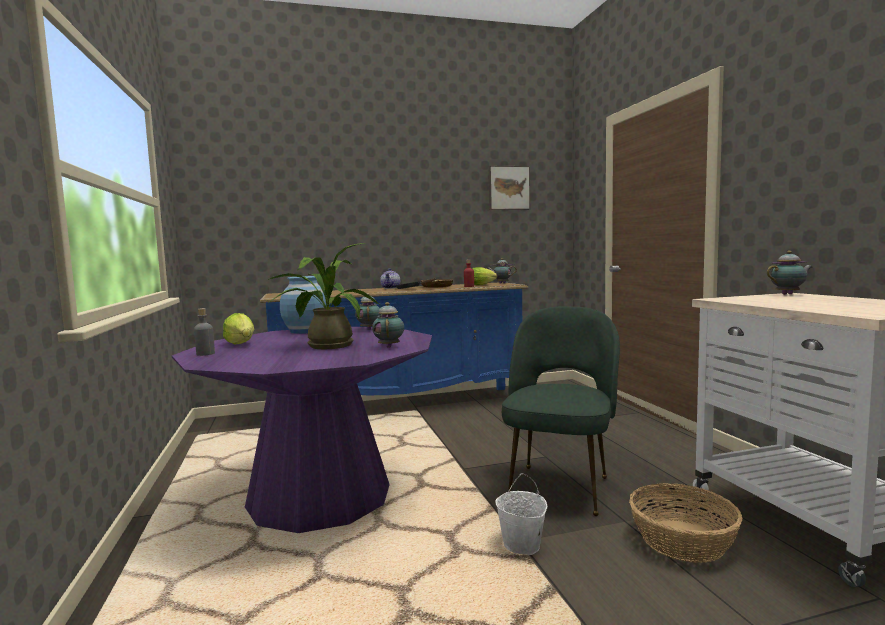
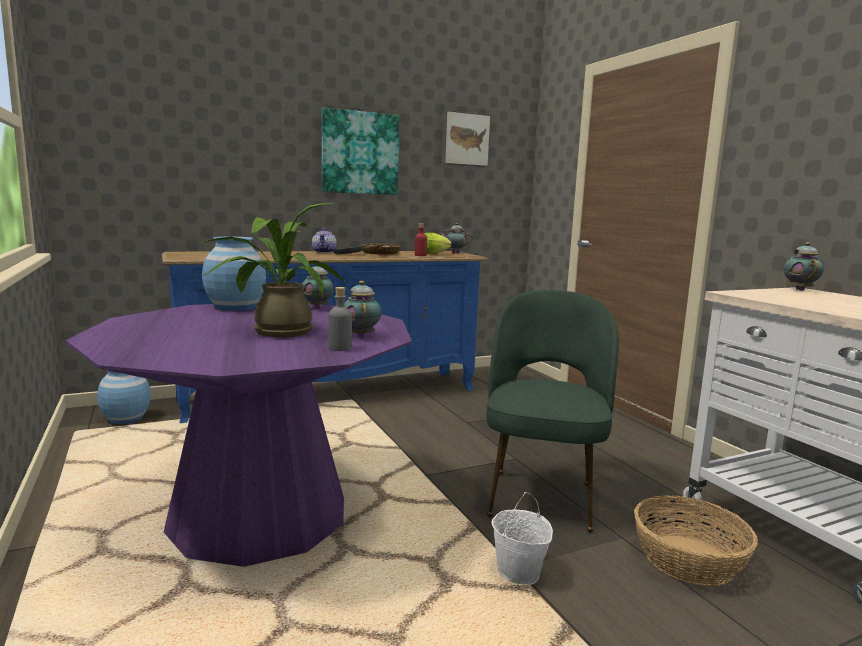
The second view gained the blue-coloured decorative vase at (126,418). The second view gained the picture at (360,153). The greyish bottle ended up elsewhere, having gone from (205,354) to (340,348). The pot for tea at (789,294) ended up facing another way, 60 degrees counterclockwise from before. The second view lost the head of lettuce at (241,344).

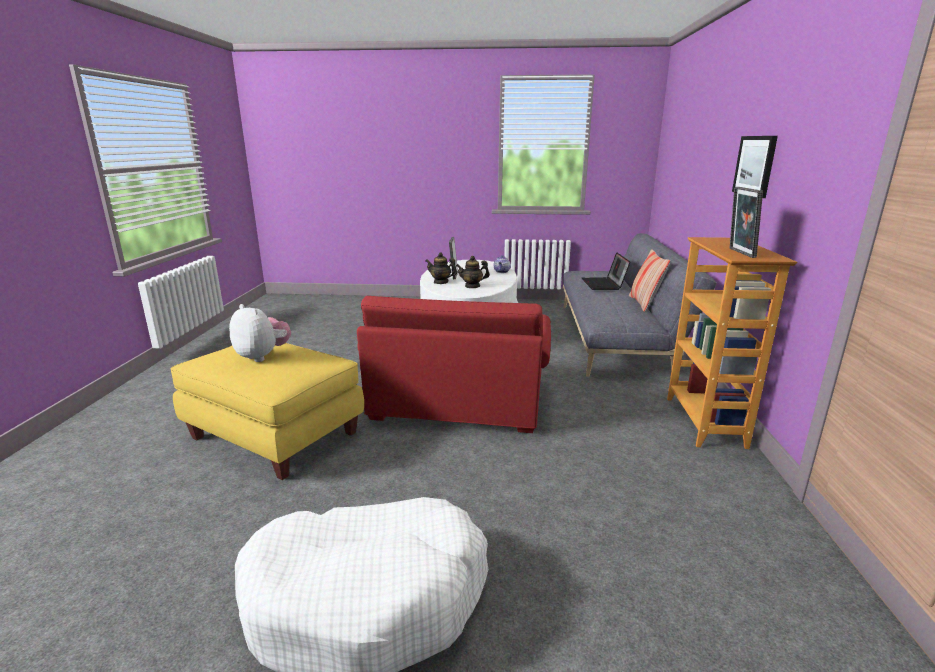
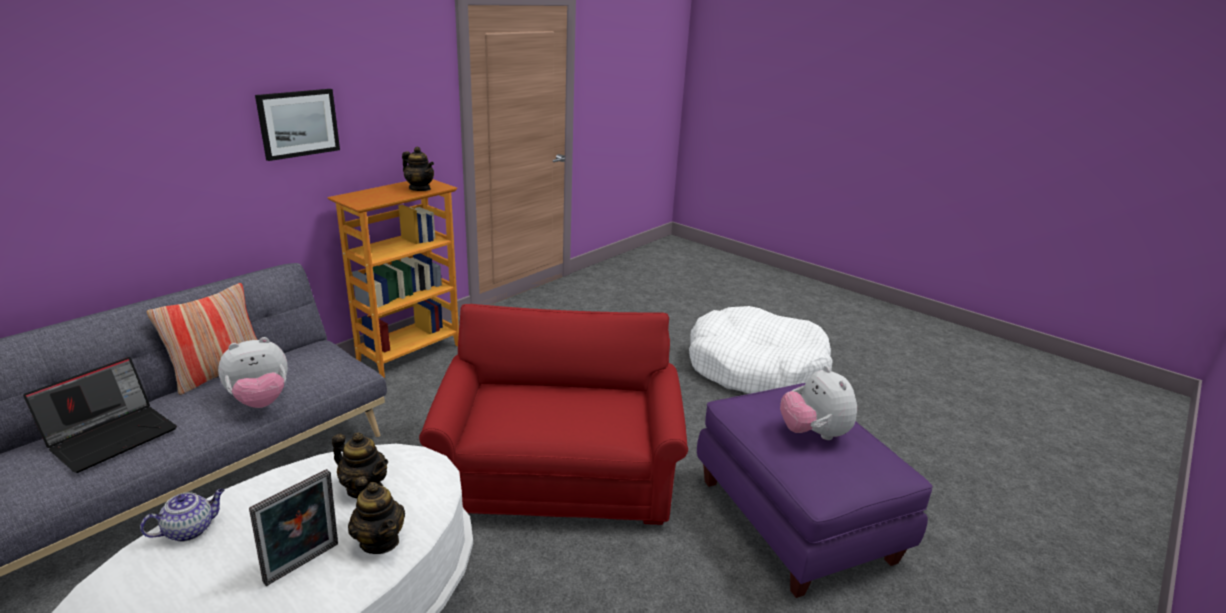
The second view gained the cuddly toy at (260,401). Where the standing frame stood at (739,253), the pot for tea came to stand at (420,189). The reddish easy chair at (458,400) ended up facing another way, 45 degrees counterclockwise from before. What was the yellowish ottoman at (274,435) turned into the purple ottoman at (796,520).

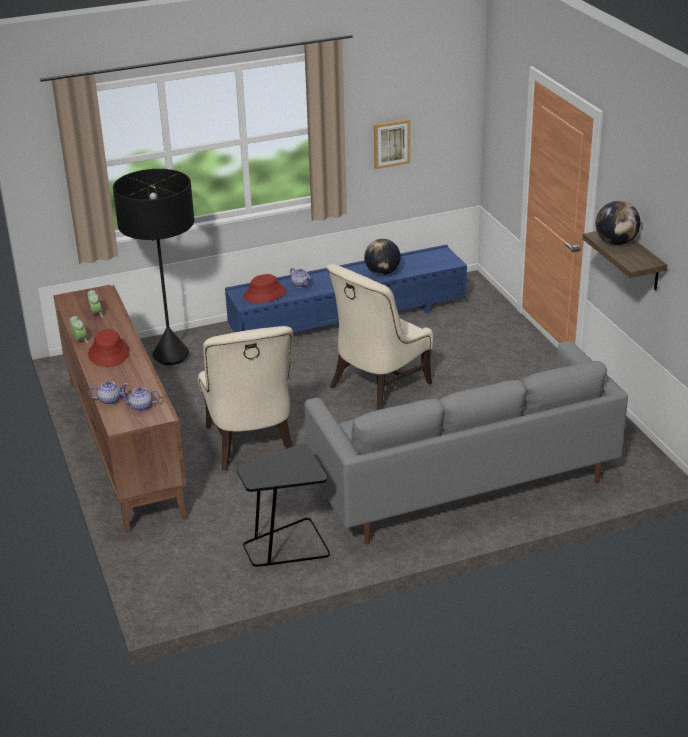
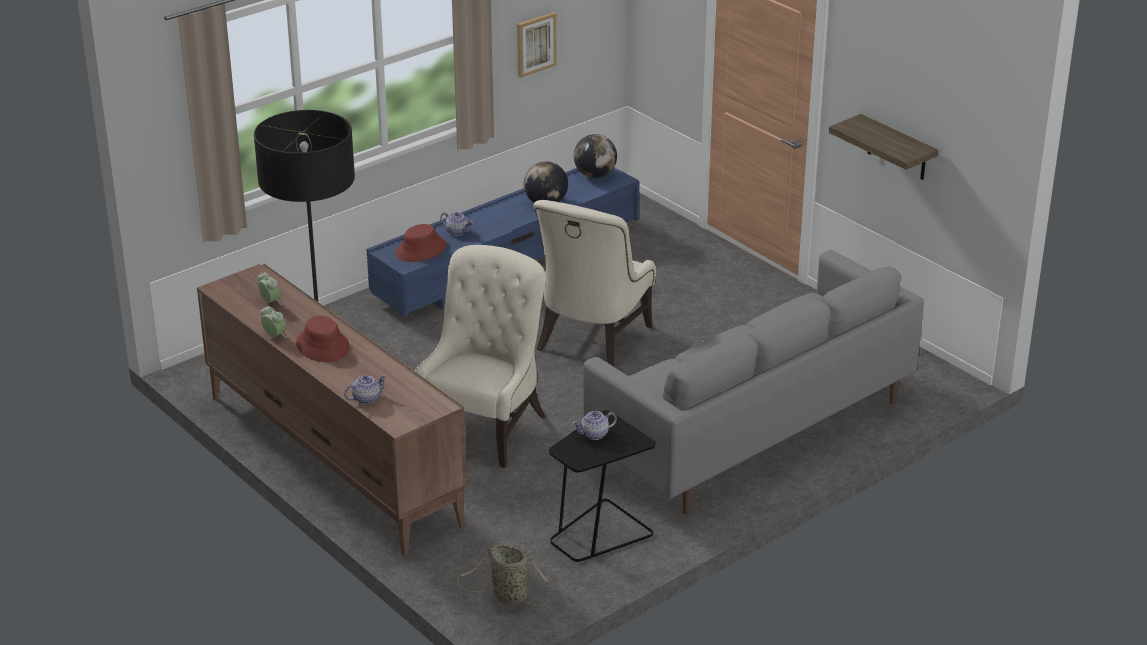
The sand-coloured easy chair at (252,443) ended up facing another way, 120 degrees counterclockwise from before. The second view gained the storage basket at (507,596). The pot for tea ended up elsewhere, having gone from (141,407) to (594,435). The globe ended up elsewhere, having gone from (616,242) to (595,175).

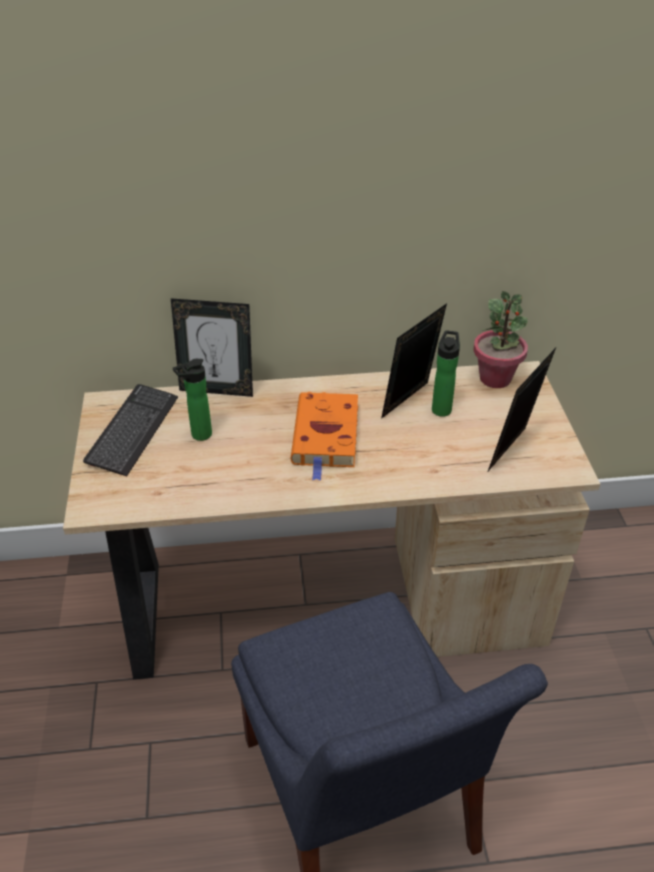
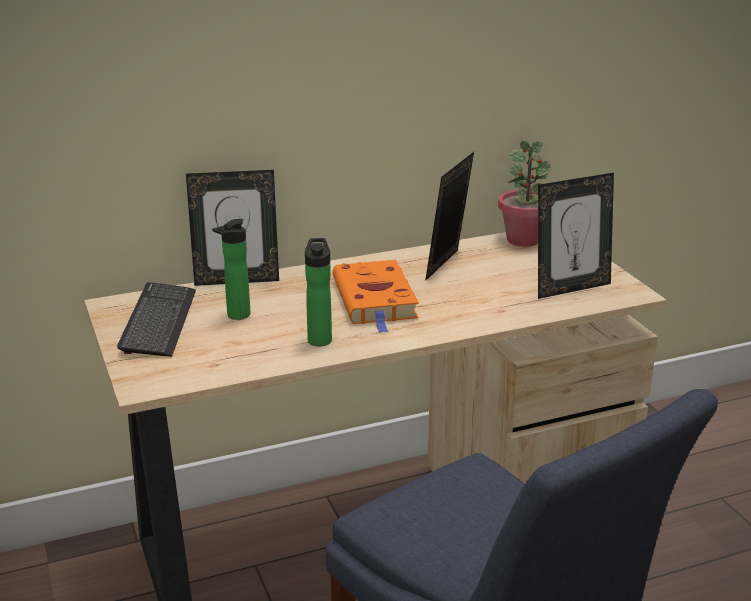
The bottle ended up elsewhere, having gone from (441,408) to (319,339). The standing frame at (513,452) ended up facing another way, 135 degrees counterclockwise from before.

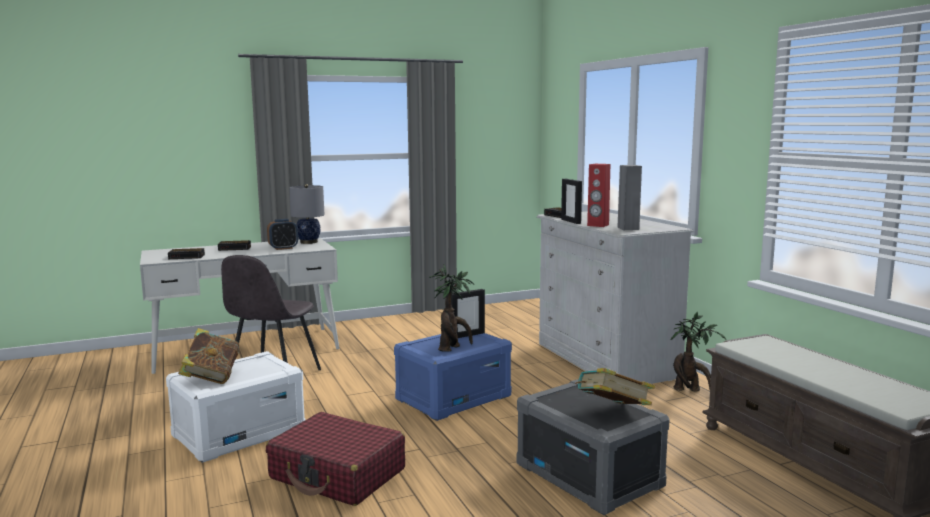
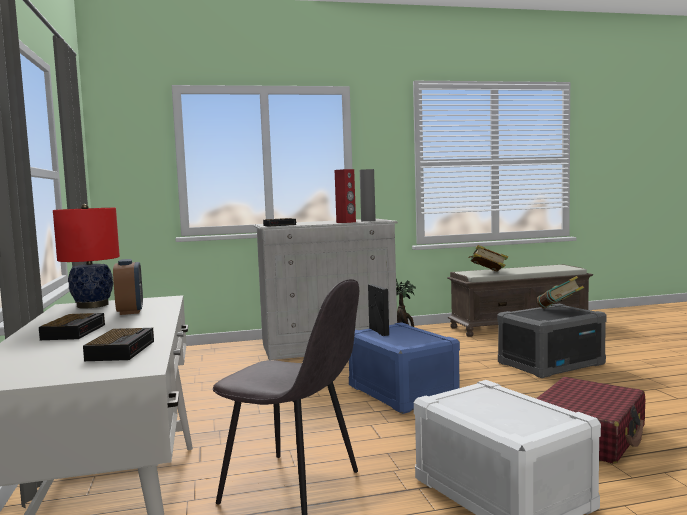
What was the greyish tabletop lamp at (309,242) turned into the reddish tabletop lamp at (92,305). The book ended up elsewhere, having gone from (211,378) to (487,273). The second view lost the potted plant at (452,348). The second view lost the standing frame at (571,221).

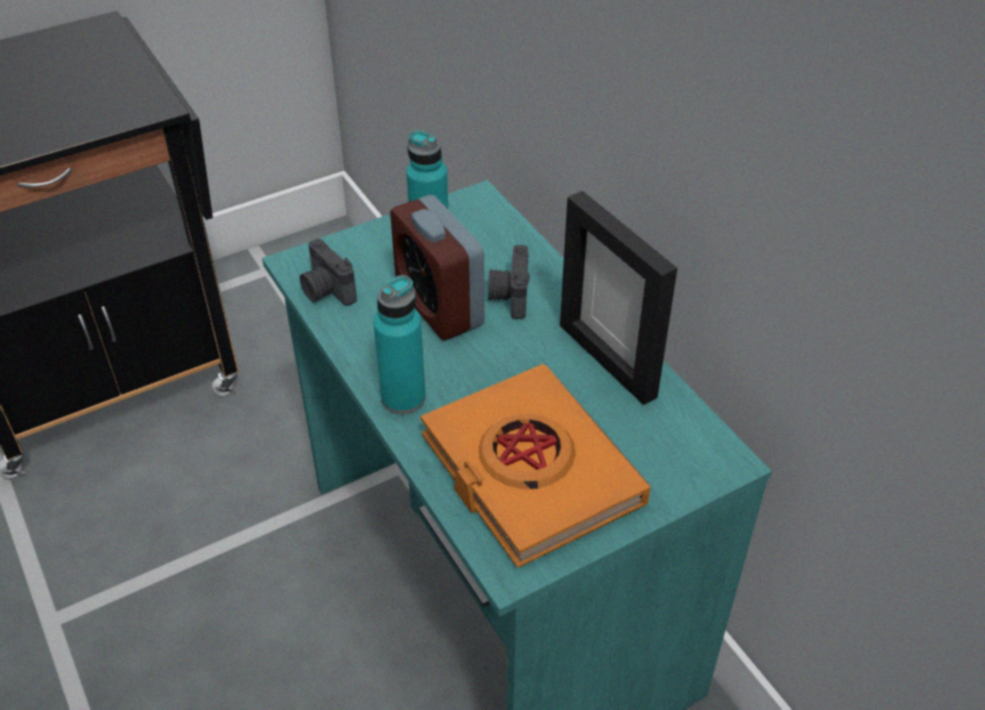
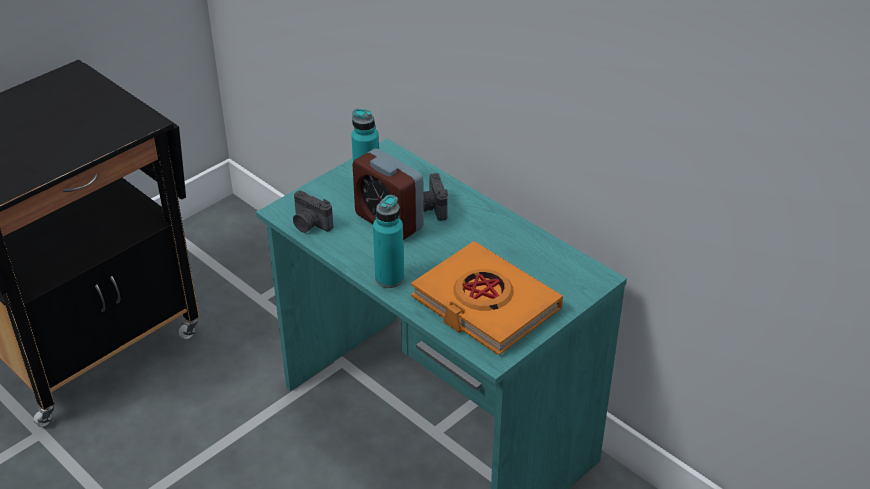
The second view lost the standing frame at (609,359).

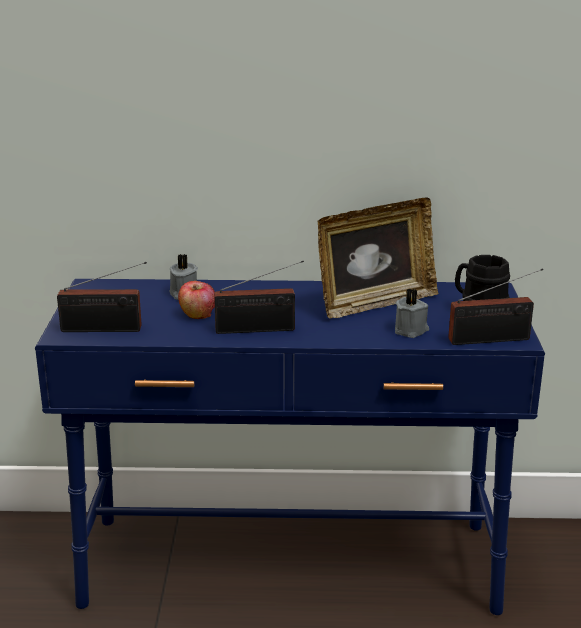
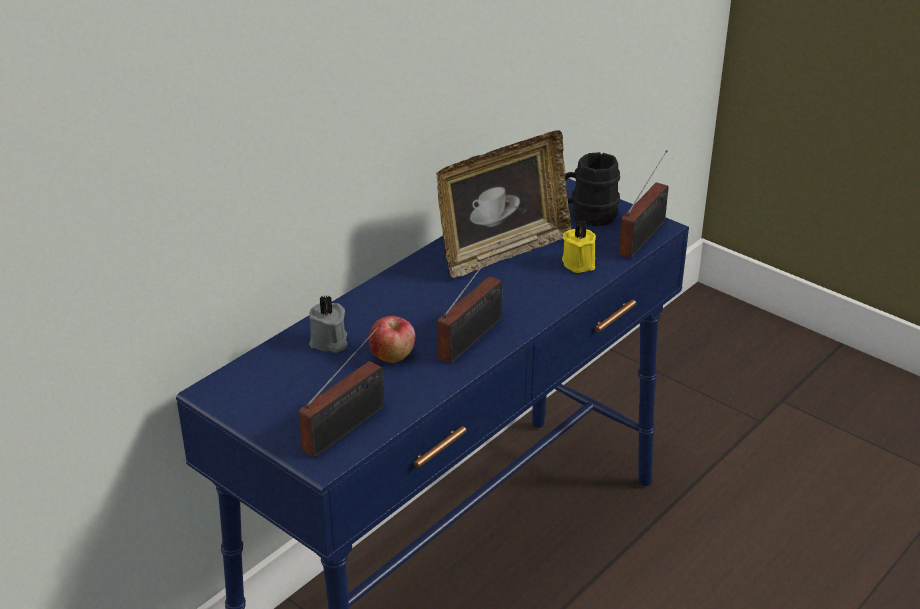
The standing frame at (375,303) ended up facing another way, 45 degrees clockwise from before. What was the greyish wax light at (411,330) turned into the yellowish wax light at (580,262).

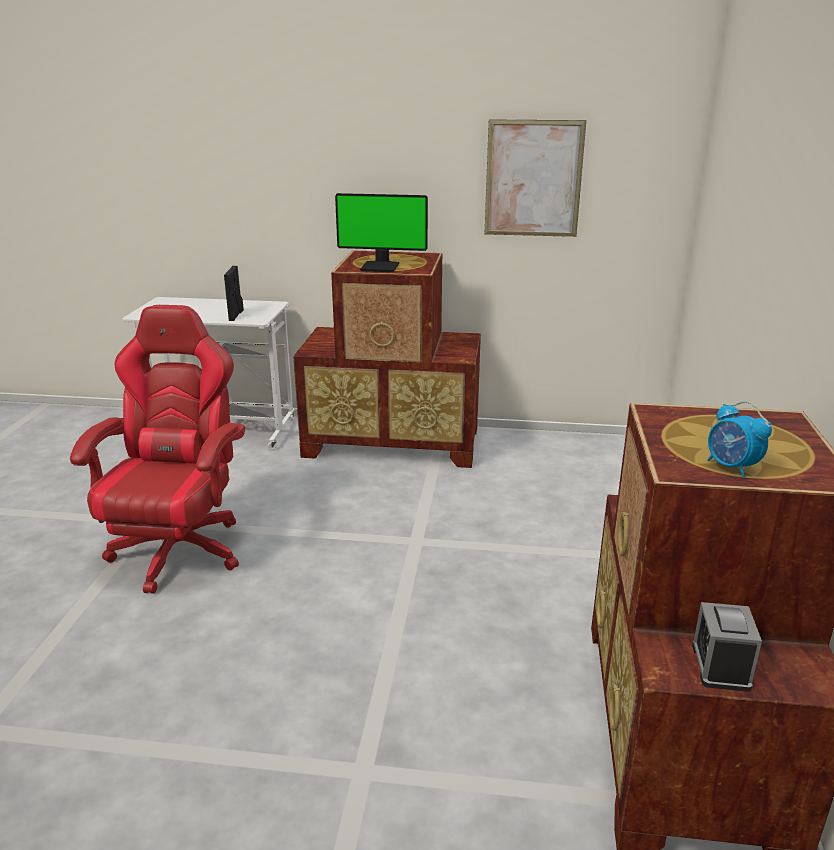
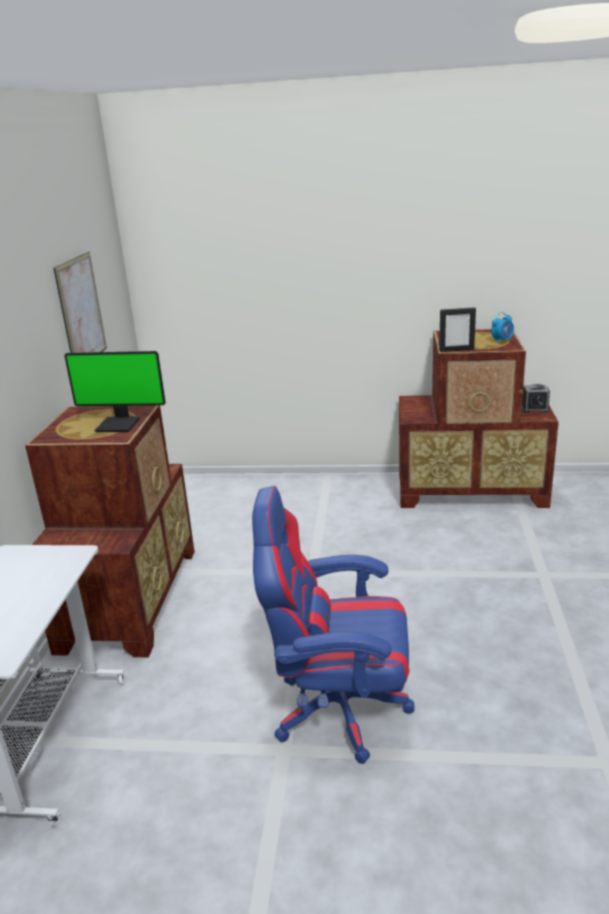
The computer display at (381,267) ended up facing another way, 90 degrees clockwise from before. What was the reddish computer chair at (178,551) turned into the blue-coloured computer chair at (341,709). The standing frame ended up elsewhere, having gone from (236,315) to (456,350).

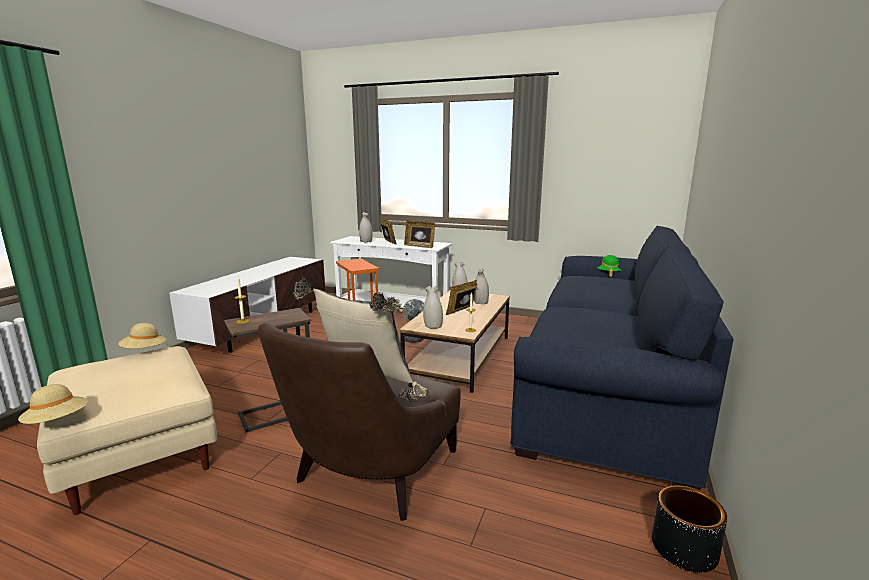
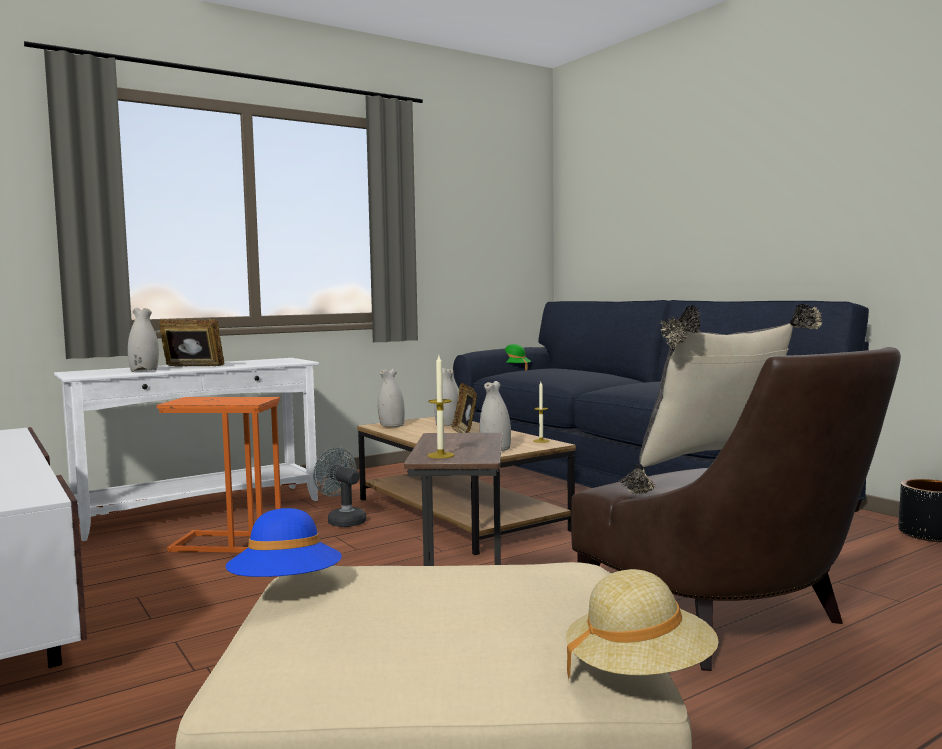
What was the sand-coloured hat at (144,351) turned into the blue-coloured hat at (286,588). The second view lost the standing frame at (420,246).

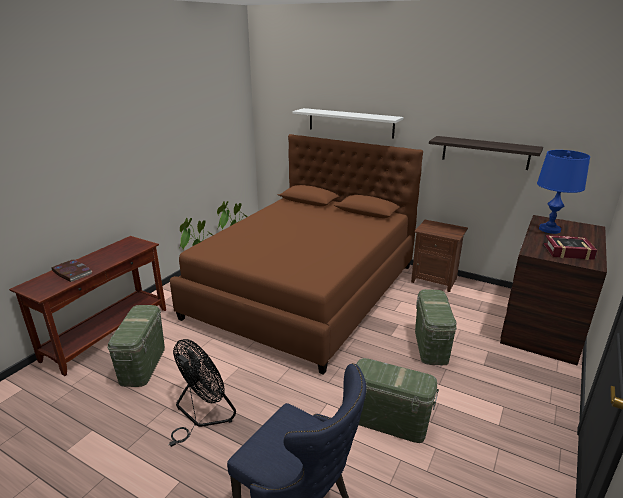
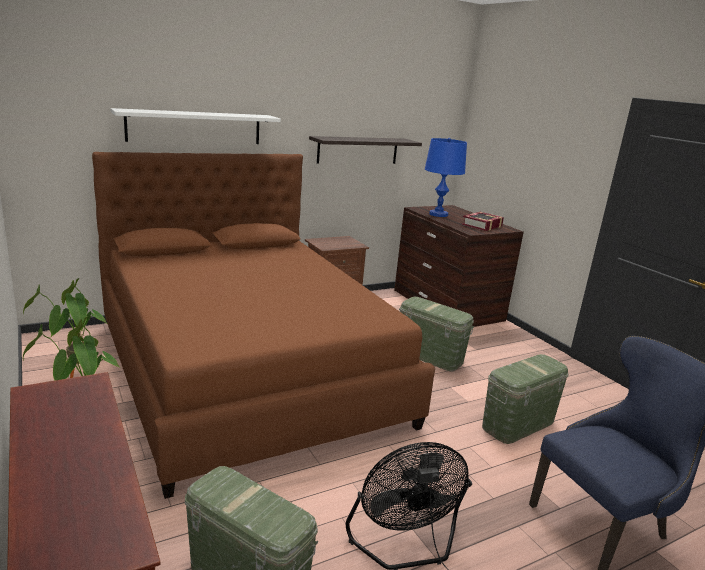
The second view lost the book at (72,272).

